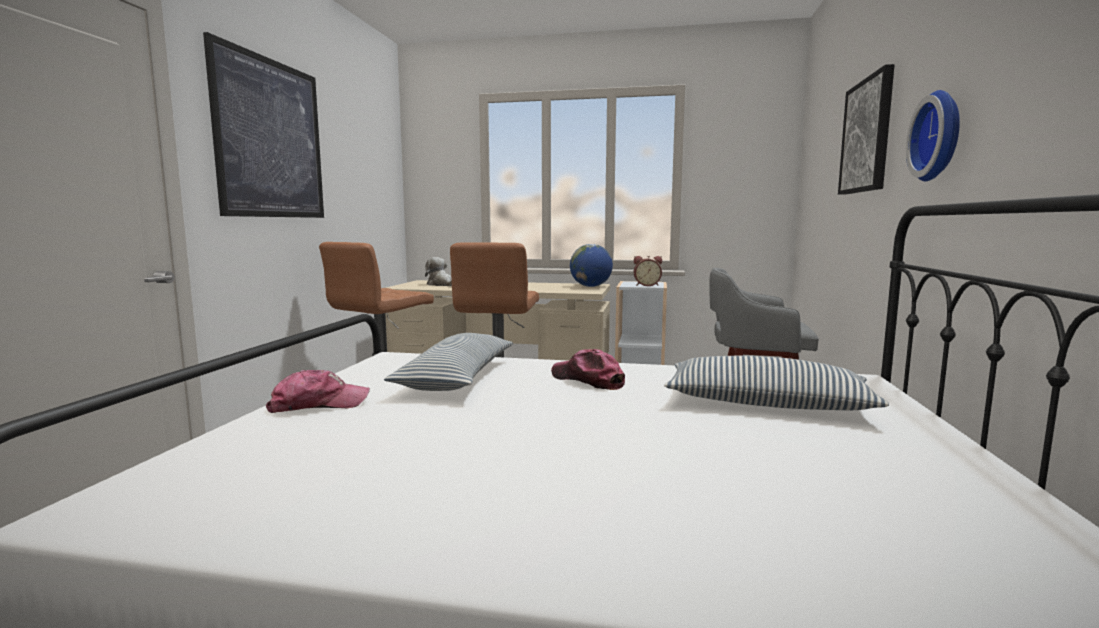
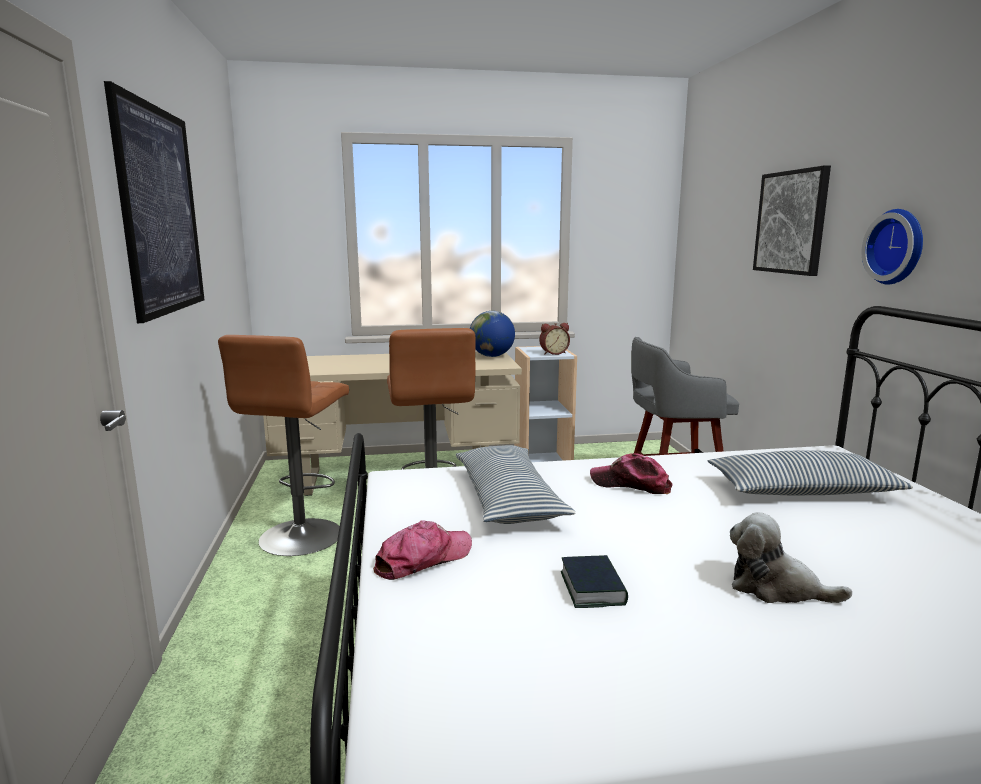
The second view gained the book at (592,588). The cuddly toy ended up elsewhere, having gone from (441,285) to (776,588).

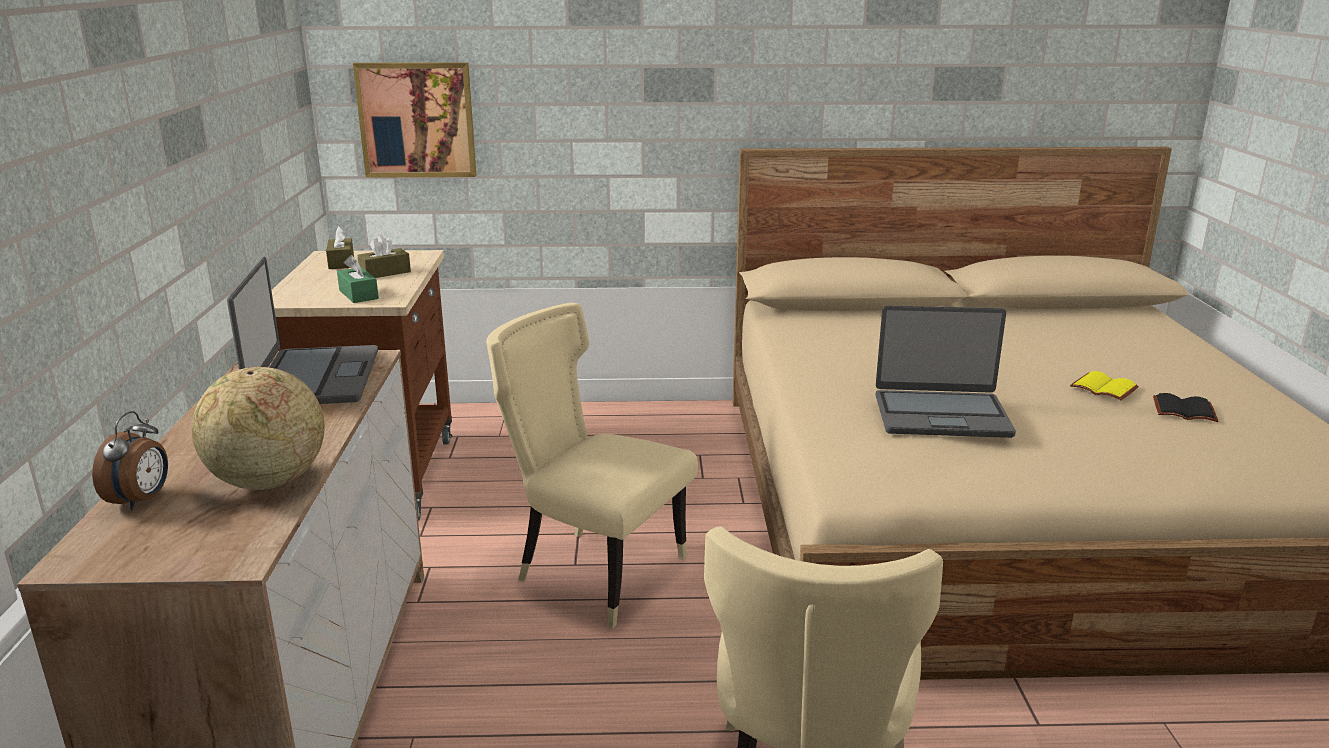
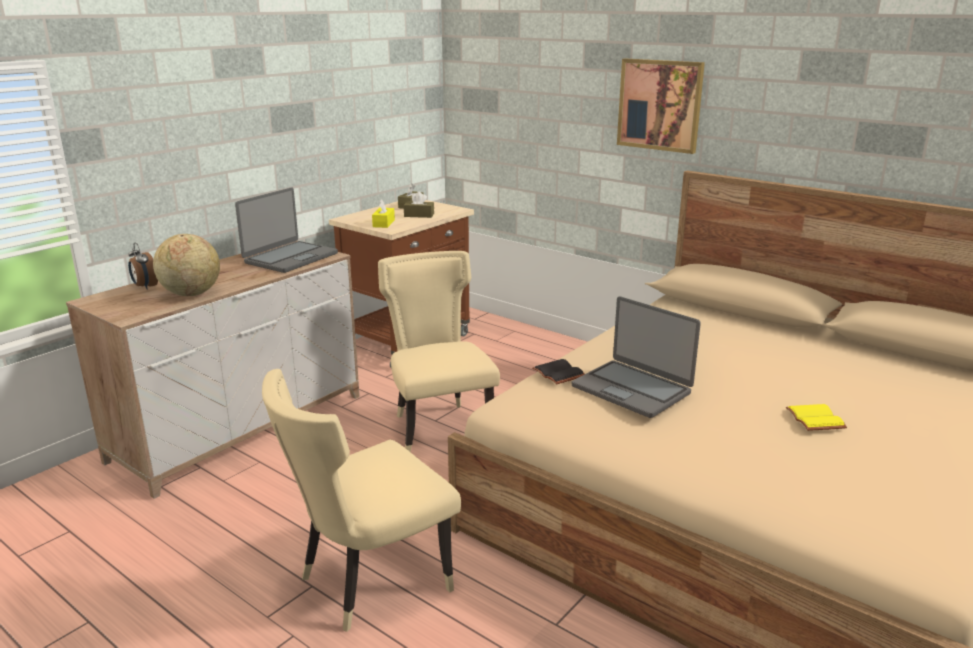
The alarm clock at (142,500) ended up facing another way, 90 degrees clockwise from before. What was the green tissue box at (358,294) turned into the yellowish tissue box at (383,223). The black-coloured book ended up elsewhere, having gone from (1185,410) to (560,373). The picture ended up elsewhere, having gone from (417,120) to (660,105).

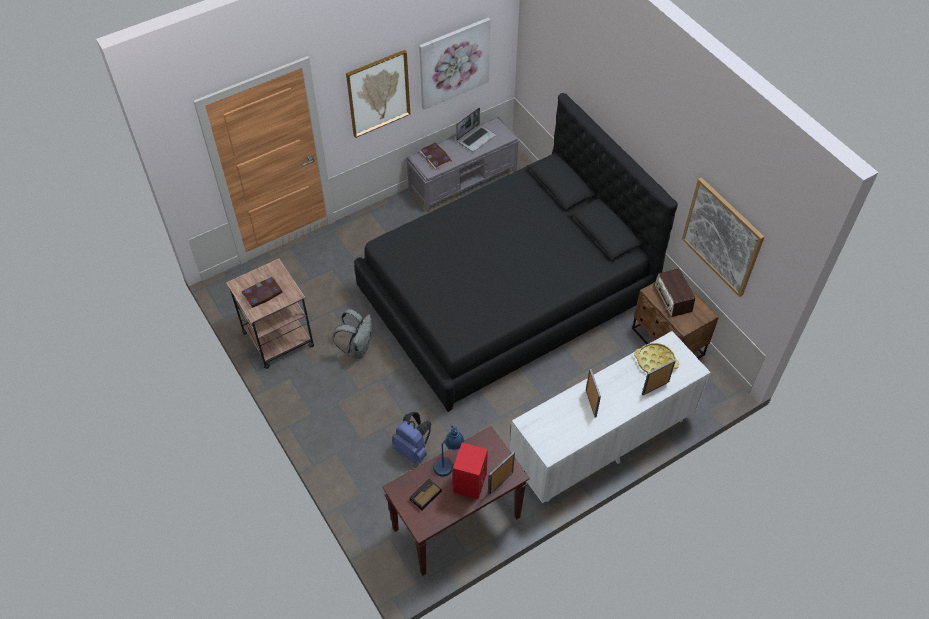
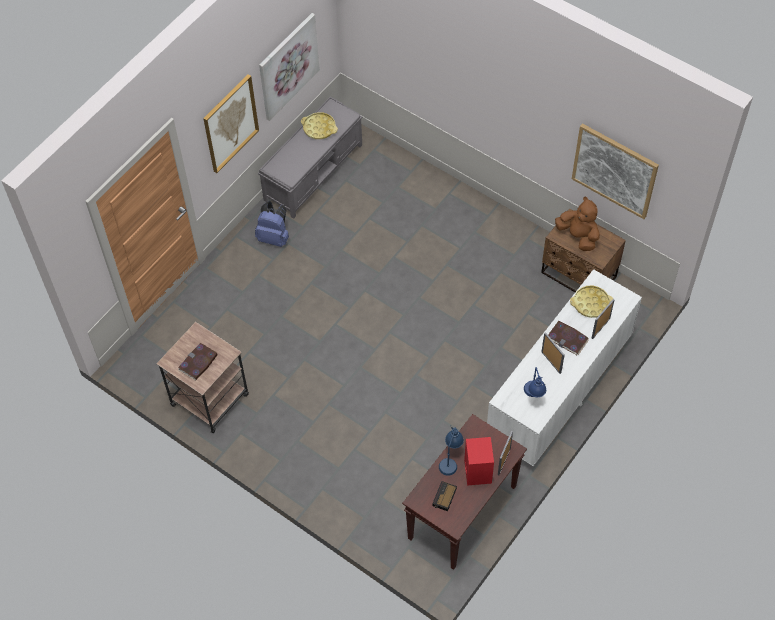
The blue-coloured backpack ended up elsewhere, having gone from (413,449) to (274,237). Where the notebook computer stood at (476,138), the yellowish carrying tray came to stand at (319,128). The second view gained the blue-coloured tabletop lamp at (534,396). The book ended up elsewhere, having gone from (436,157) to (567,339). Where the radio stood at (673,298), the brownish cuddly toy came to stand at (578,236). The second view lost the greyish backpack at (357,348). The second view lost the black-coloured bedroom bed at (506,295).

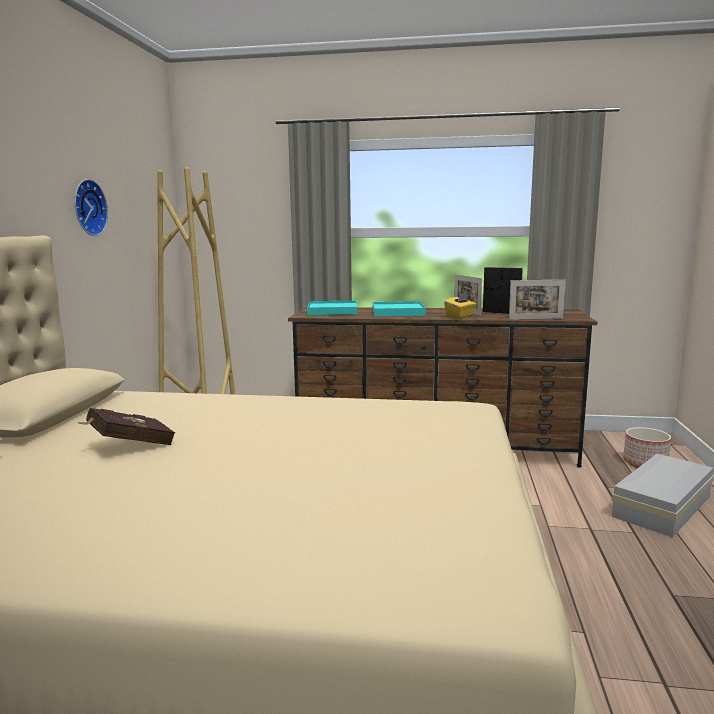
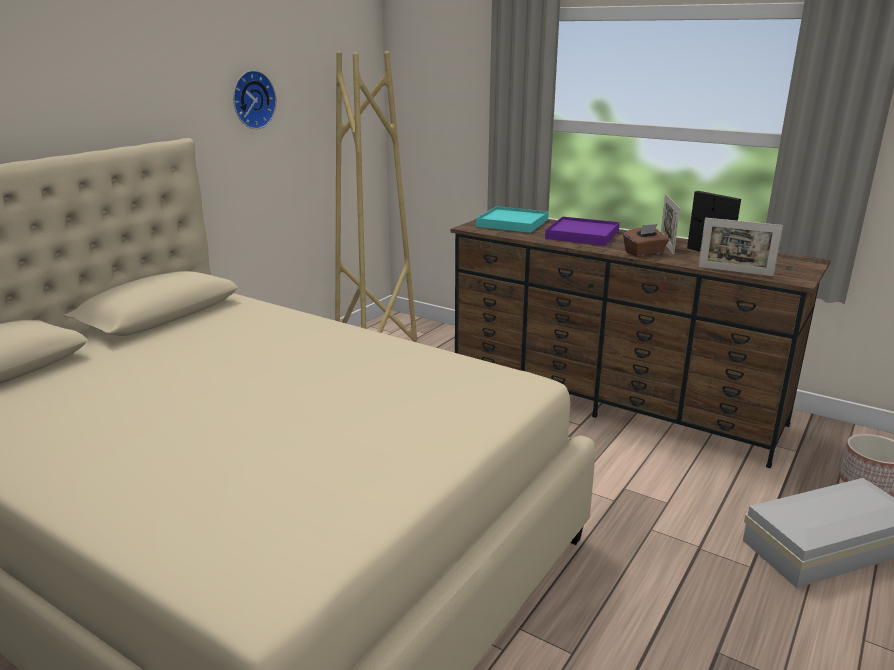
What was the turquoise carrying tray at (397,312) turned into the purple carrying tray at (582,234). What was the yellowish tissue box at (460,316) turned into the brownish tissue box at (644,253). The second view lost the reddish book at (128,446).

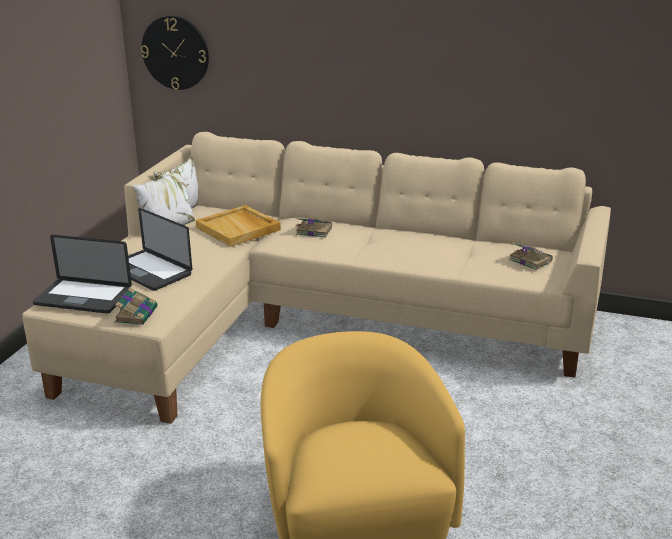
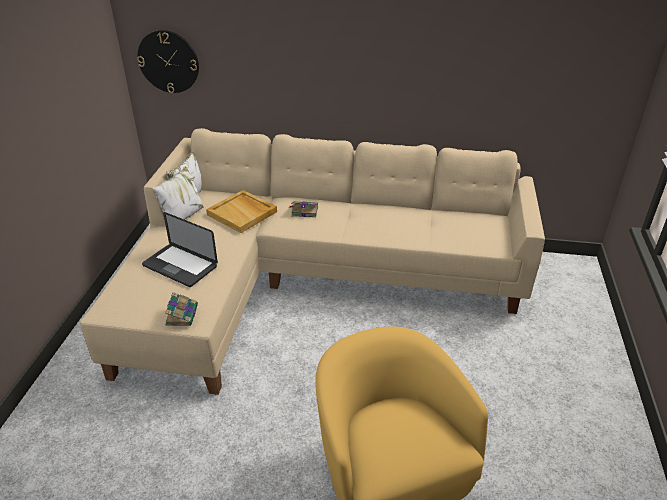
The second view lost the notebook computer at (83,298). The second view lost the book at (529,260).

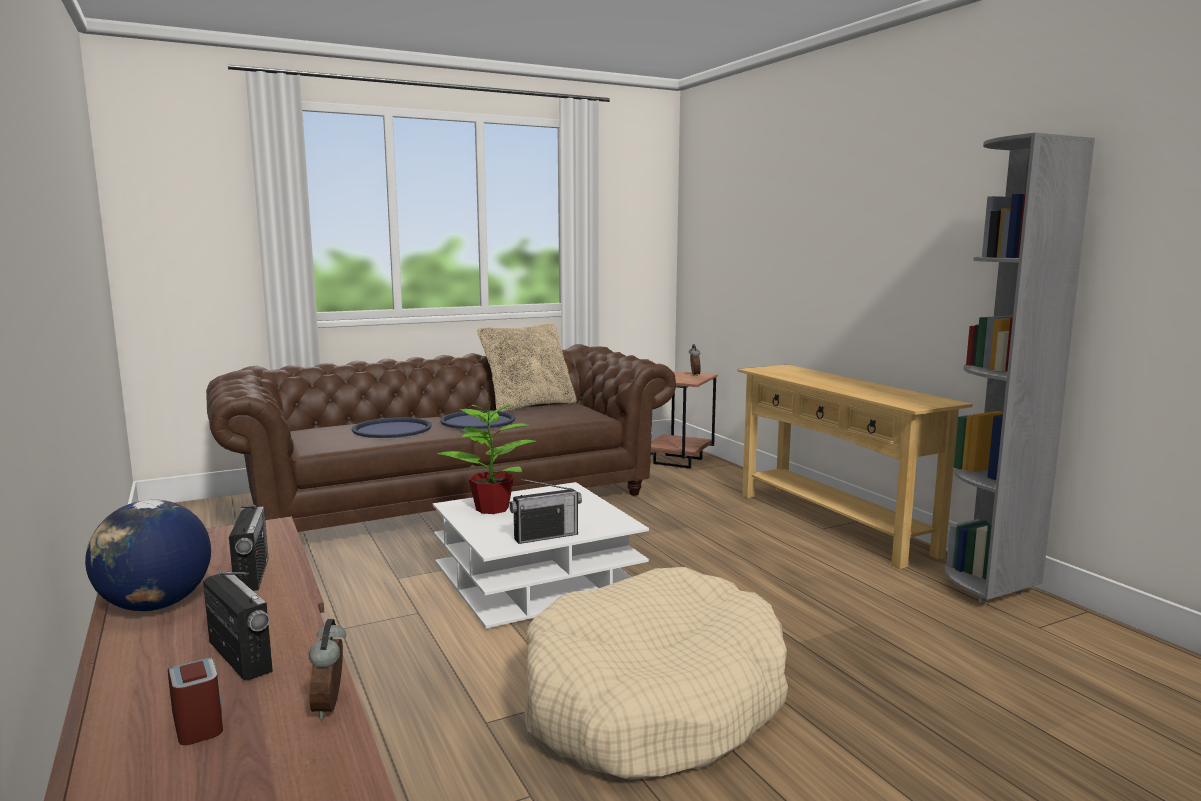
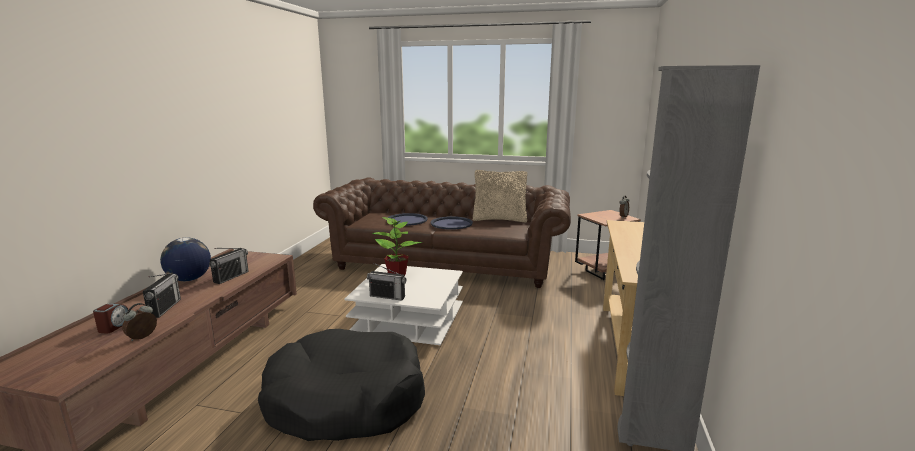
What was the sand-coloured dog cushion at (653,701) turned into the black-coloured dog cushion at (345,400).

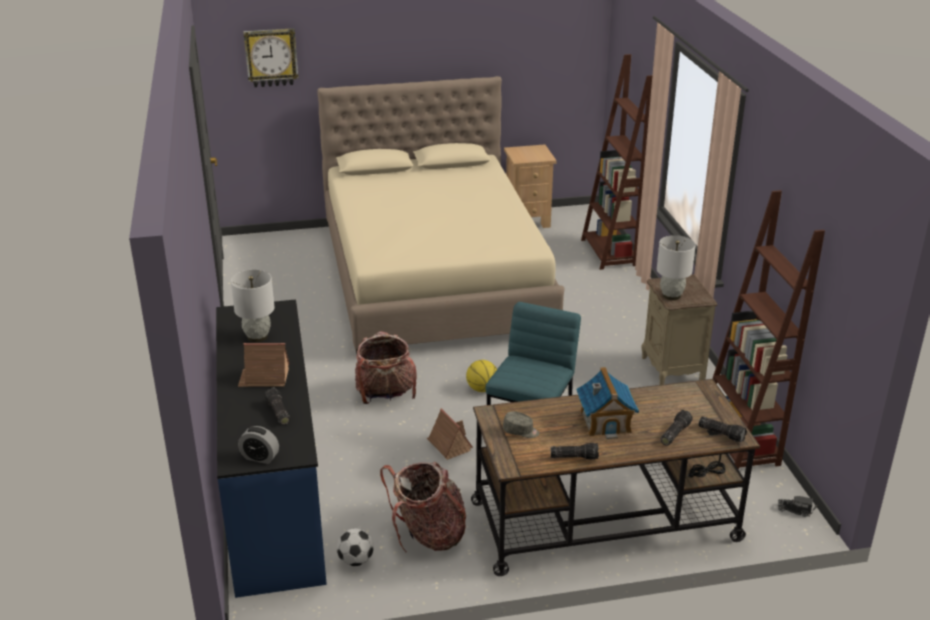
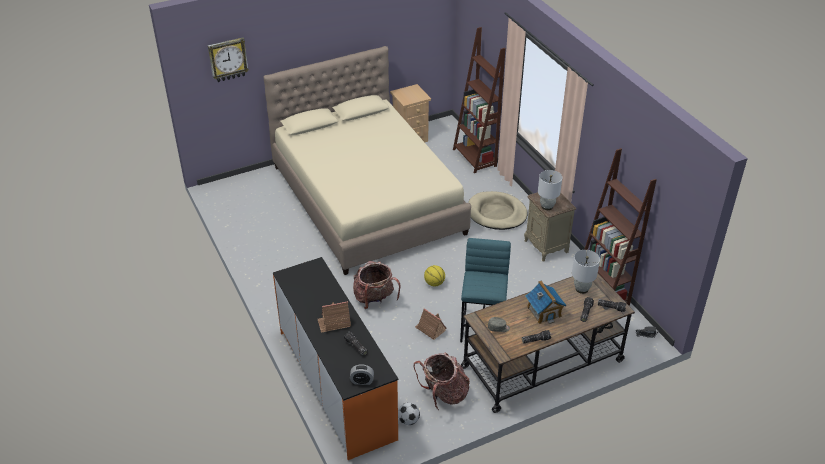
What was the blue-coloured dresser at (274,490) turned into the orangey dresser at (336,383). The second view gained the sand-coloured dog cushion at (496,213). The whitish tabletop lamp ended up elsewhere, having gone from (257,336) to (581,289).

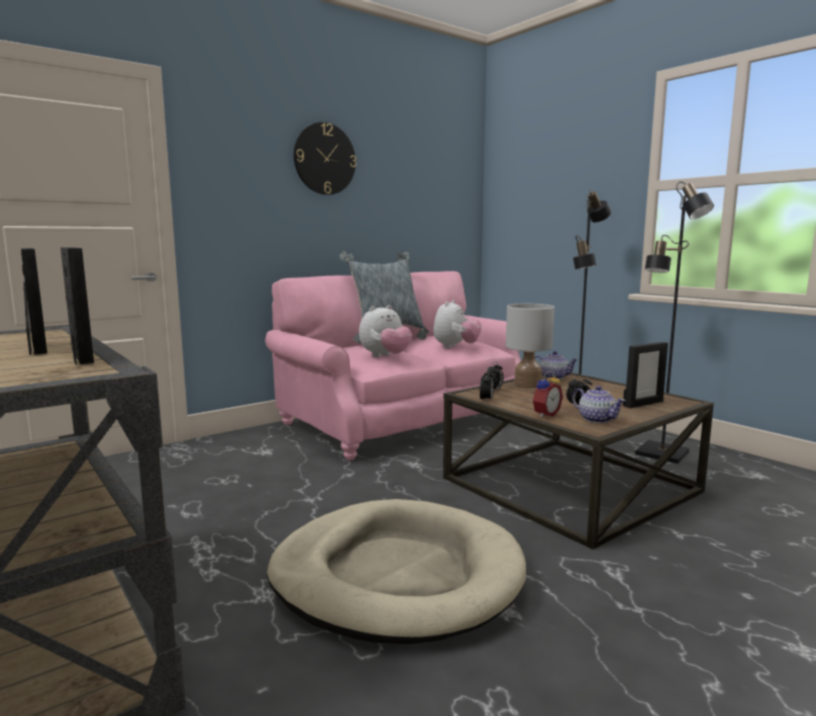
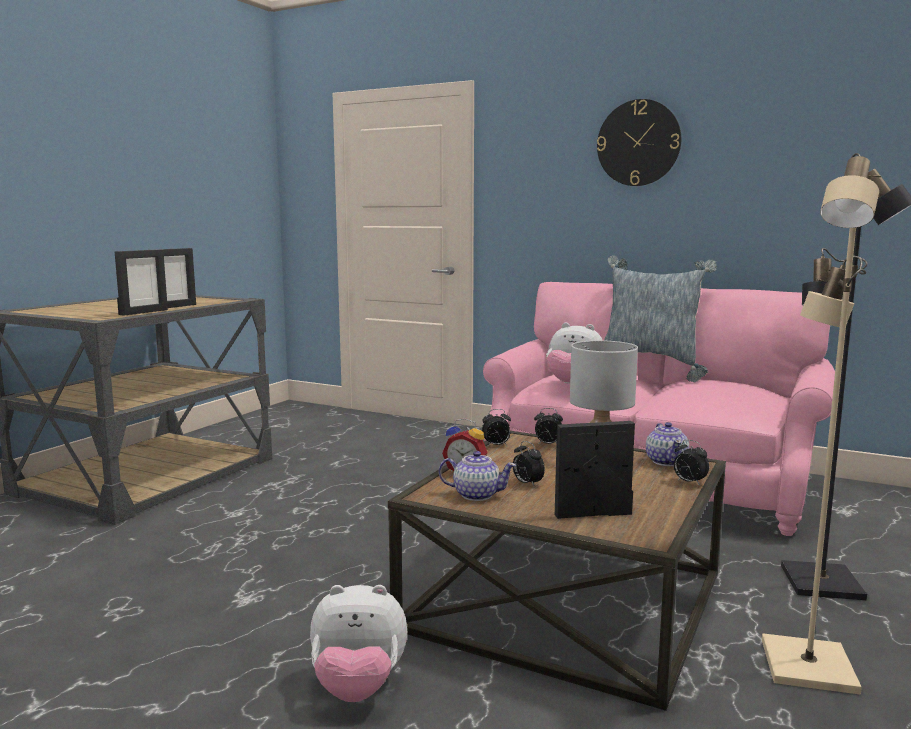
The cuddly toy ended up elsewhere, having gone from (455,347) to (358,688). The pot for tea at (596,419) ended up facing another way, 105 degrees counterclockwise from before. The standing frame at (643,403) ended up facing another way, 135 degrees clockwise from before. The second view gained the alarm clock at (689,482). What was the black-coloured standard lamp at (661,453) turned into the sand-coloured standard lamp at (808,665). The second view lost the sand-coloured dog cushion at (396,576).

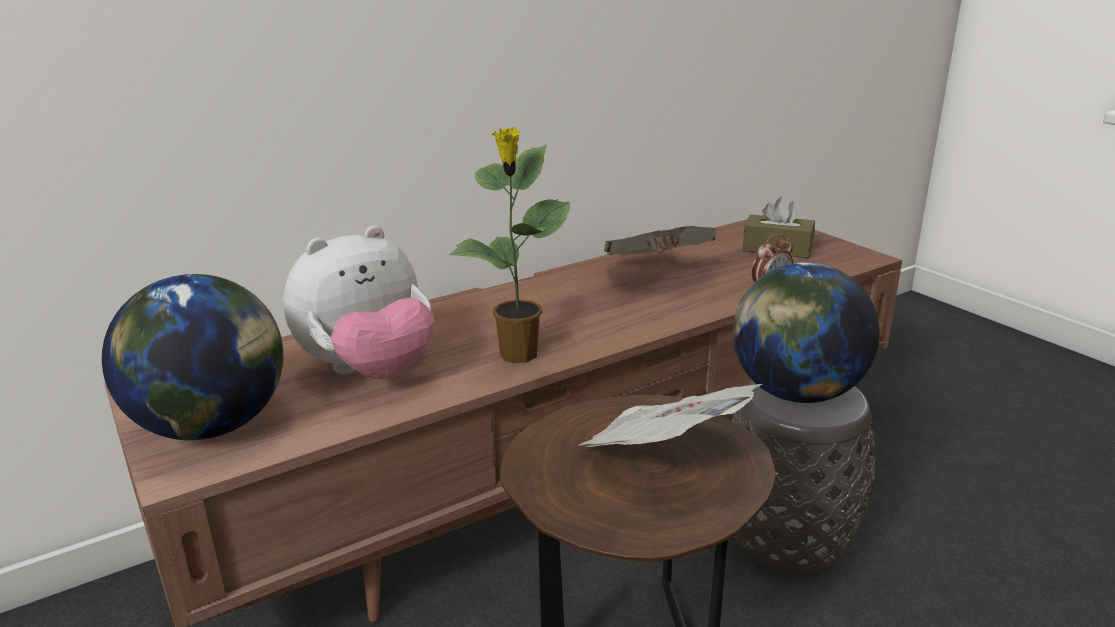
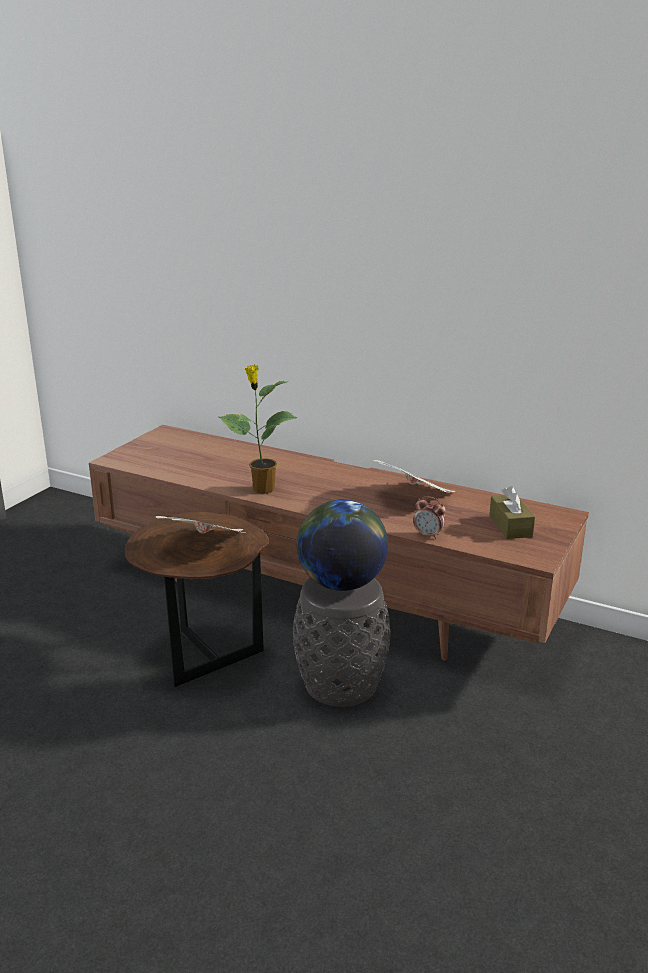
The second view lost the globe at (213,426). The second view lost the cuddly toy at (369,372).

